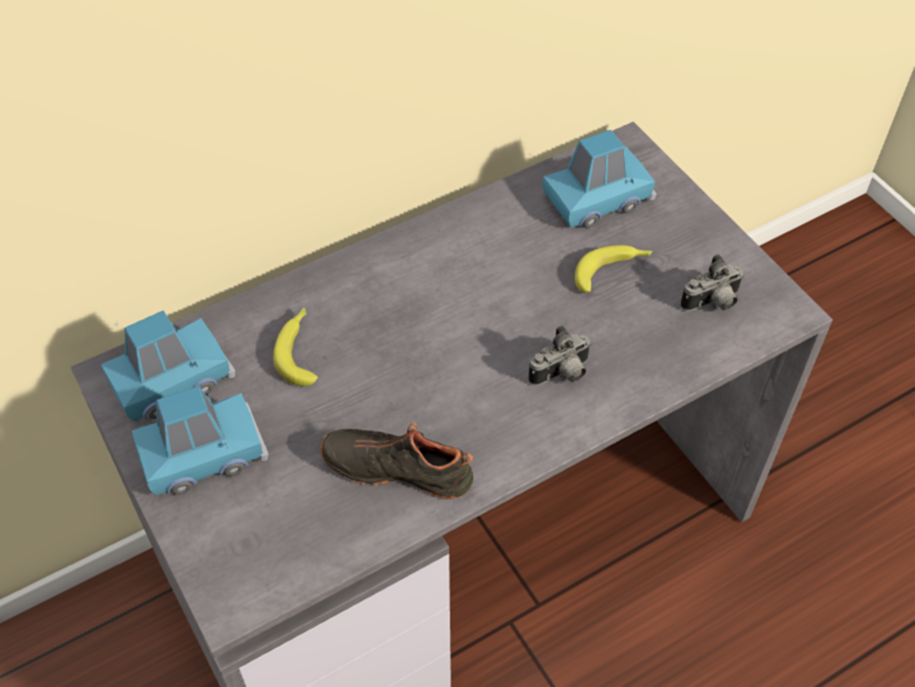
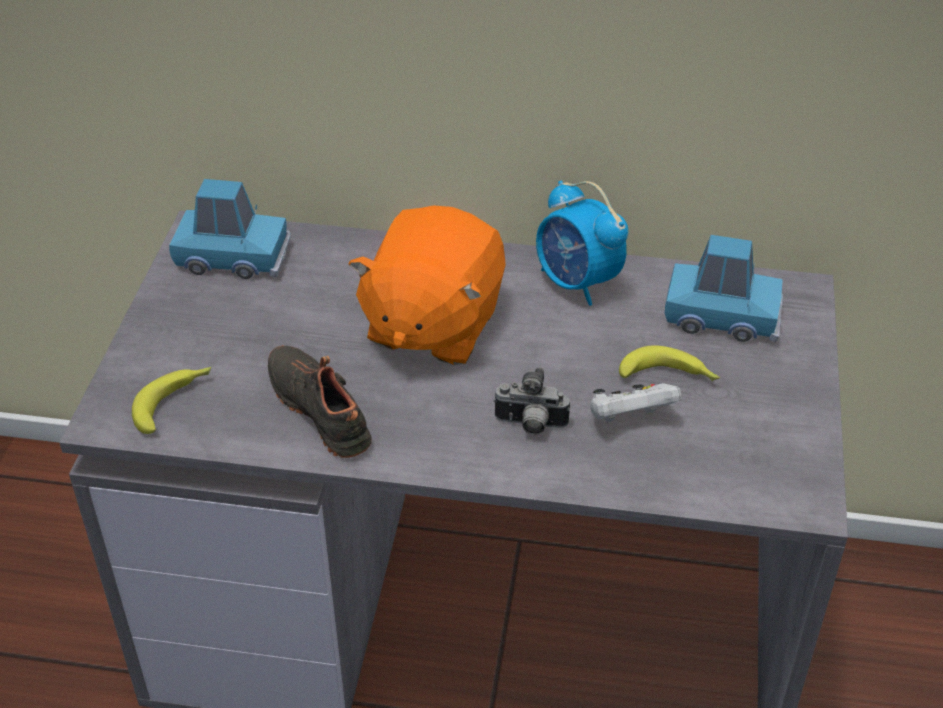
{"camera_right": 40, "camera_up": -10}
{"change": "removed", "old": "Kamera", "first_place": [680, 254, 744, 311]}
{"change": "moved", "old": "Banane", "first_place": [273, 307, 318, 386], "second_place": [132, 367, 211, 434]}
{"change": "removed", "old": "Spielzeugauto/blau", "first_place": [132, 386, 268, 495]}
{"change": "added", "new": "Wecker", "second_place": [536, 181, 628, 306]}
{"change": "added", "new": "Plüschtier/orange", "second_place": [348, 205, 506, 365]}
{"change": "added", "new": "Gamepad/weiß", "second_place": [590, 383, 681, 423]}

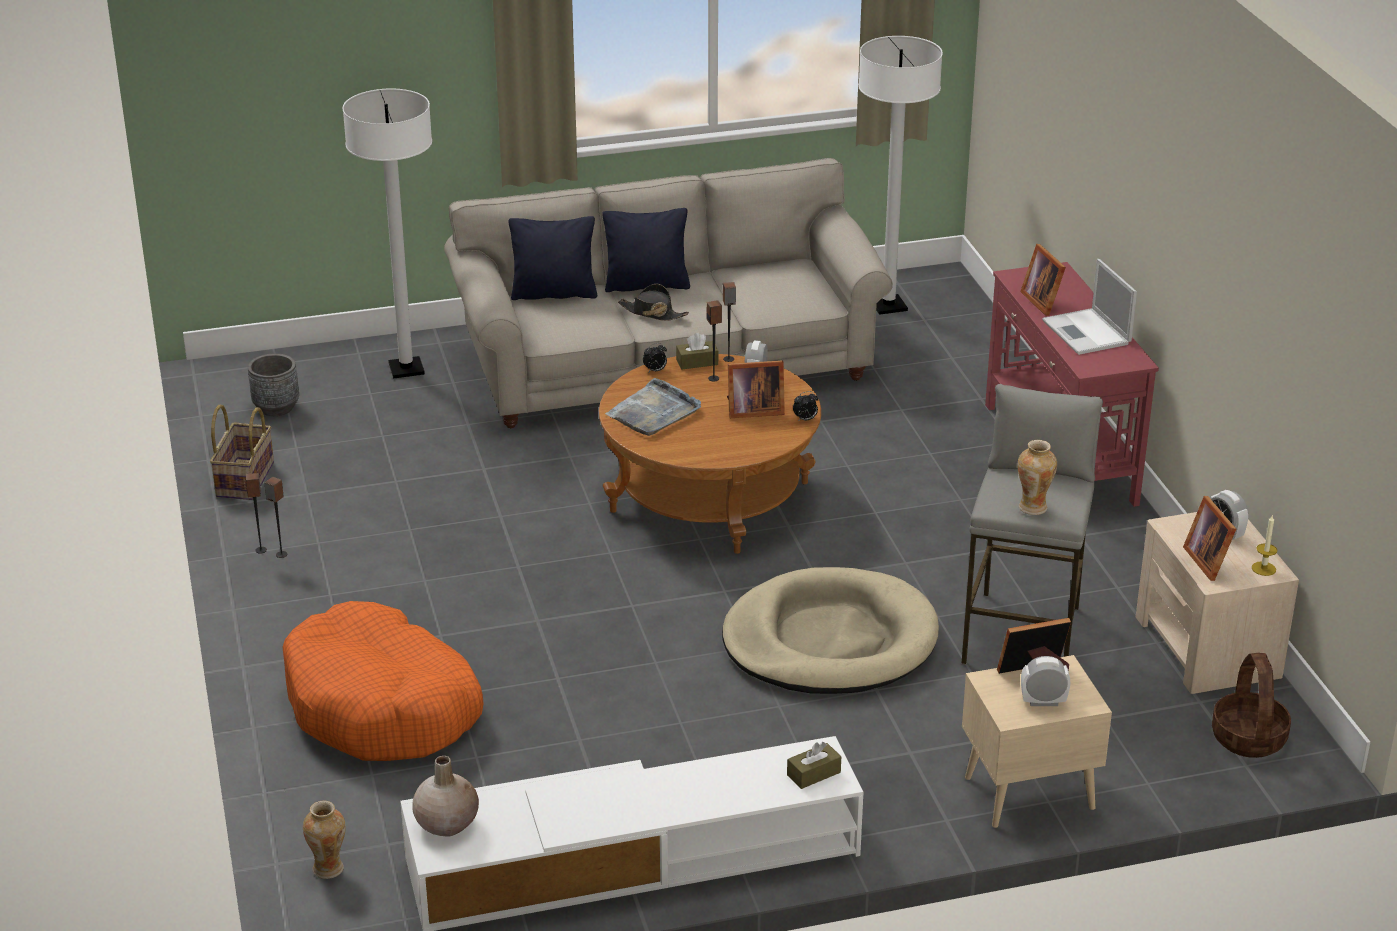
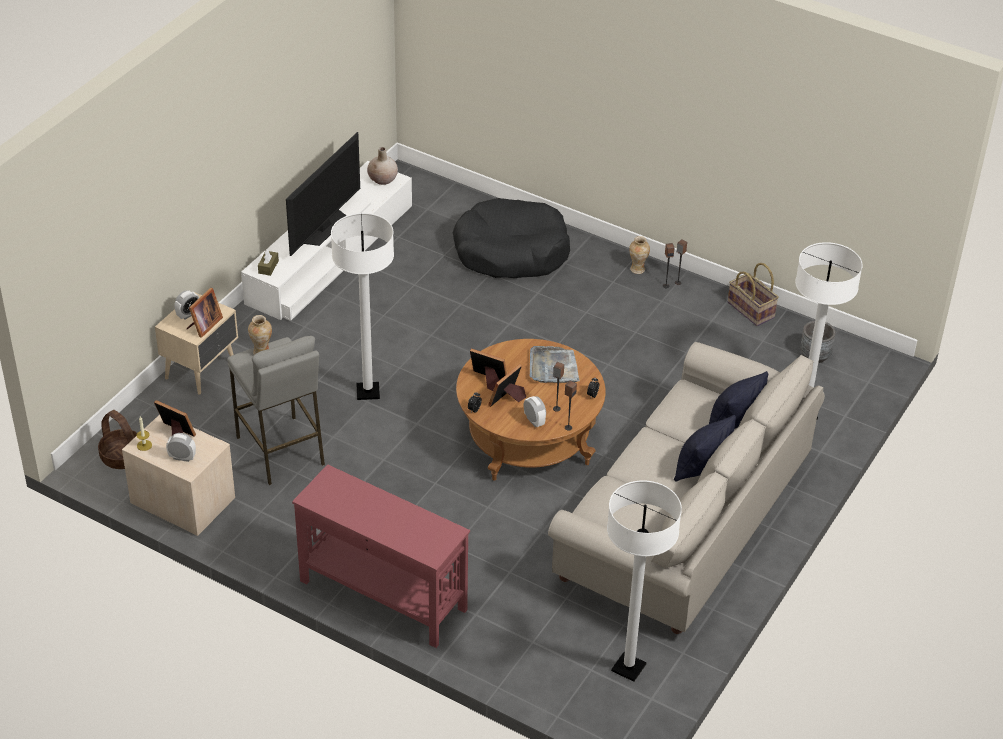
{"camera_right": 135, "camera_up": 10}
{"change": "moved", "old": "Bilderrahmen", "first_place": [1020, 244, 1066, 316], "second_place": [470, 348, 507, 391]}
{"change": "removed", "old": "Laptop", "first_place": [1042, 259, 1137, 355]}
{"change": "removed", "old": "Hut/schwarz", "first_place": [618, 284, 689, 321]}
{"change": "removed", "old": "Taschentuchbox/braun", "first_place": [676, 333, 718, 370]}
{"change": "replaced", "old": "Hundebett/beige", "new": "Stehlampe/weiß", "first_place": [722, 567, 939, 694], "second_place": [331, 213, 394, 400]}
{"change": "recoloured", "old": "Hundebett/orange", "new": "Hundebett/schwarz", "first_place": [283, 601, 484, 761], "second_place": [453, 198, 570, 278]}
{"change": "moved", "old": "Vase", "first_place": [303, 800, 346, 879], "second_place": [629, 236, 650, 274]}
{"change": "added", "new": "Fernseher", "second_place": [286, 132, 360, 256]}

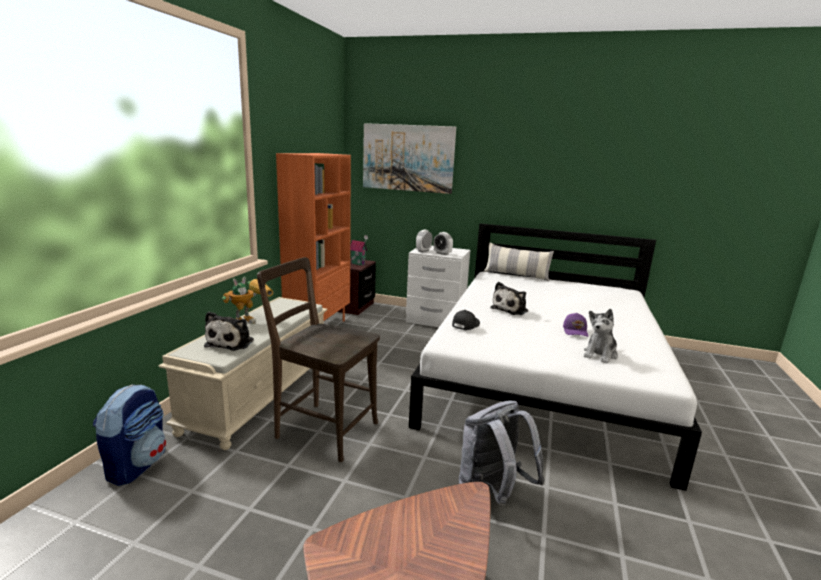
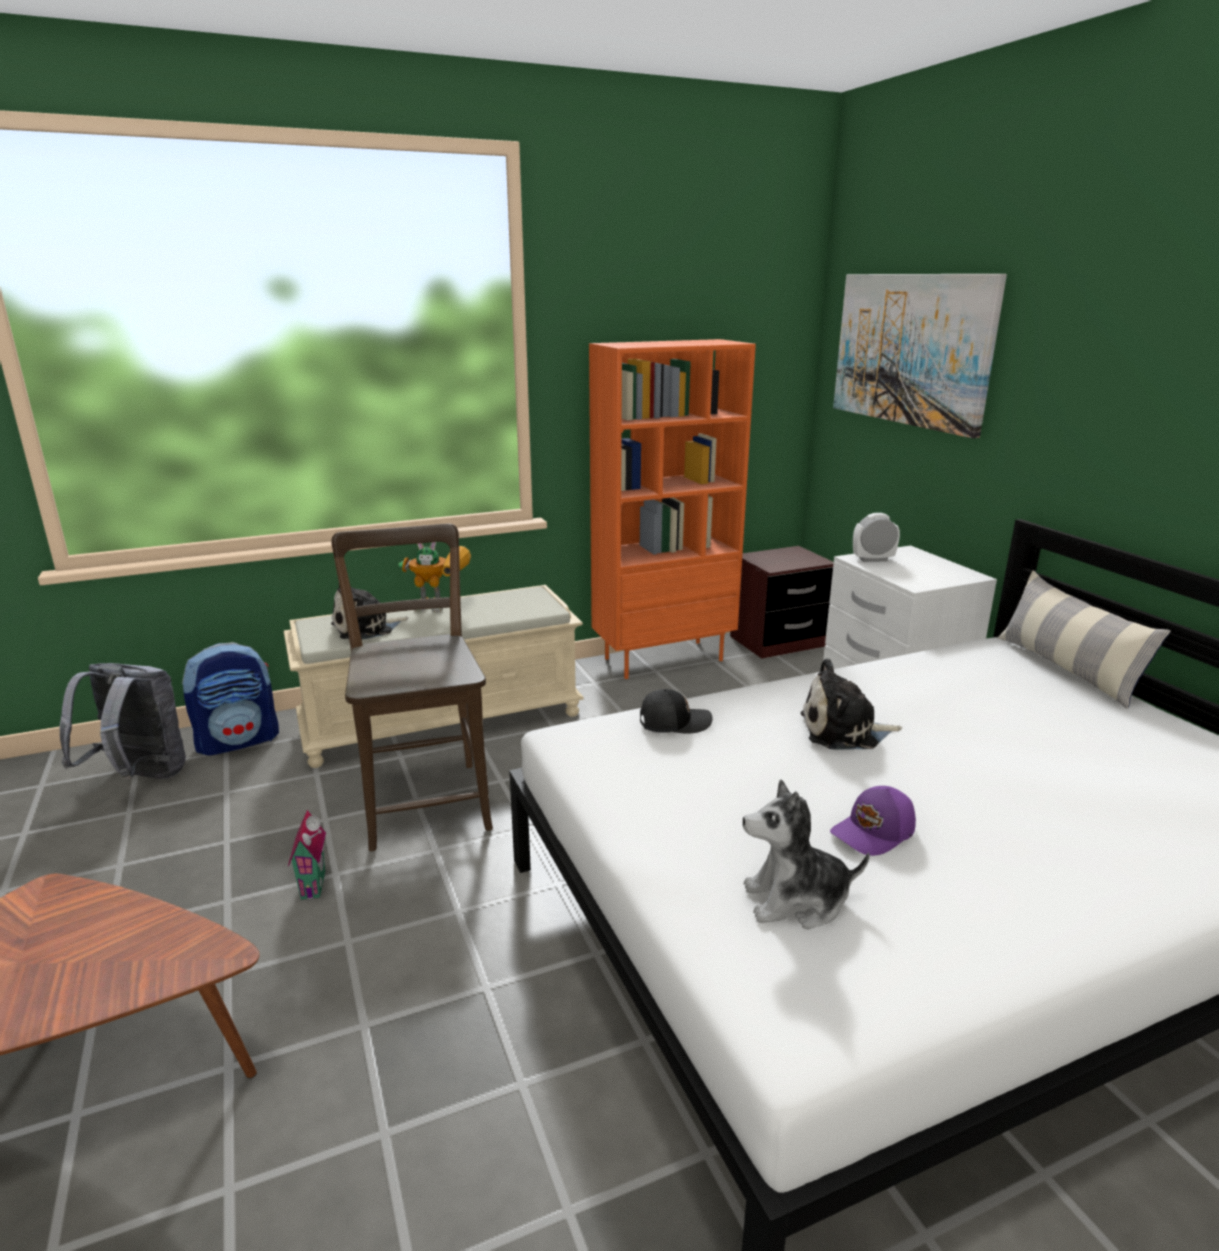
{"camera_right": 50, "camera_up": 5}
{"change": "removed", "old": "Wecker", "first_place": [434, 232, 453, 255]}
{"change": "moved", "old": "Spielzeughaus", "first_place": [350, 235, 368, 266], "second_place": [288, 810, 326, 901]}
{"change": "moved", "old": "Rucksack/grau", "first_place": [459, 401, 545, 506], "second_place": [60, 663, 186, 780]}

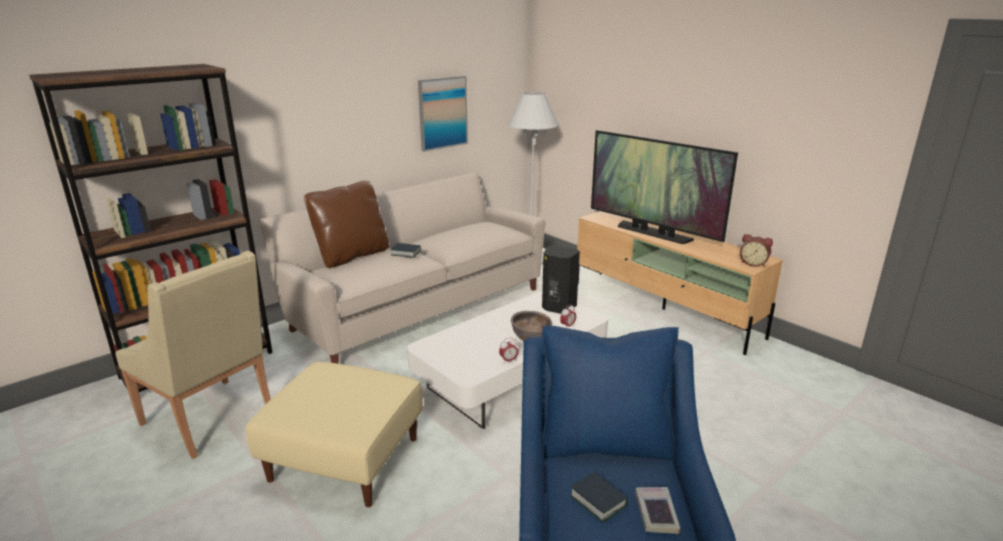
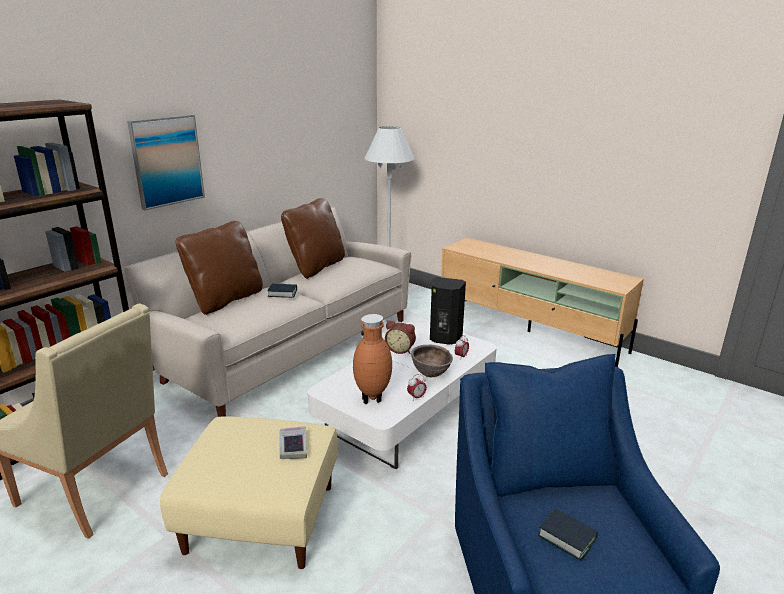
{"camera_right": -10, "camera_up": 0}
{"change": "moved", "old": "Bild", "first_place": [418, 76, 468, 152], "second_place": [127, 115, 205, 210]}
{"change": "removed", "old": "Fernseher", "first_place": [591, 130, 738, 244]}
{"change": "moved", "old": "Wecker", "first_place": [740, 234, 773, 267], "second_place": [385, 321, 416, 354]}
{"change": "moved", "old": "Buch", "first_place": [635, 487, 680, 534], "second_place": [280, 426, 307, 459]}
{"change": "added", "new": "Kissen/braun", "second_place": [281, 198, 345, 279]}
{"change": "added", "new": "Vase/braun", "second_place": [353, 314, 392, 404]}

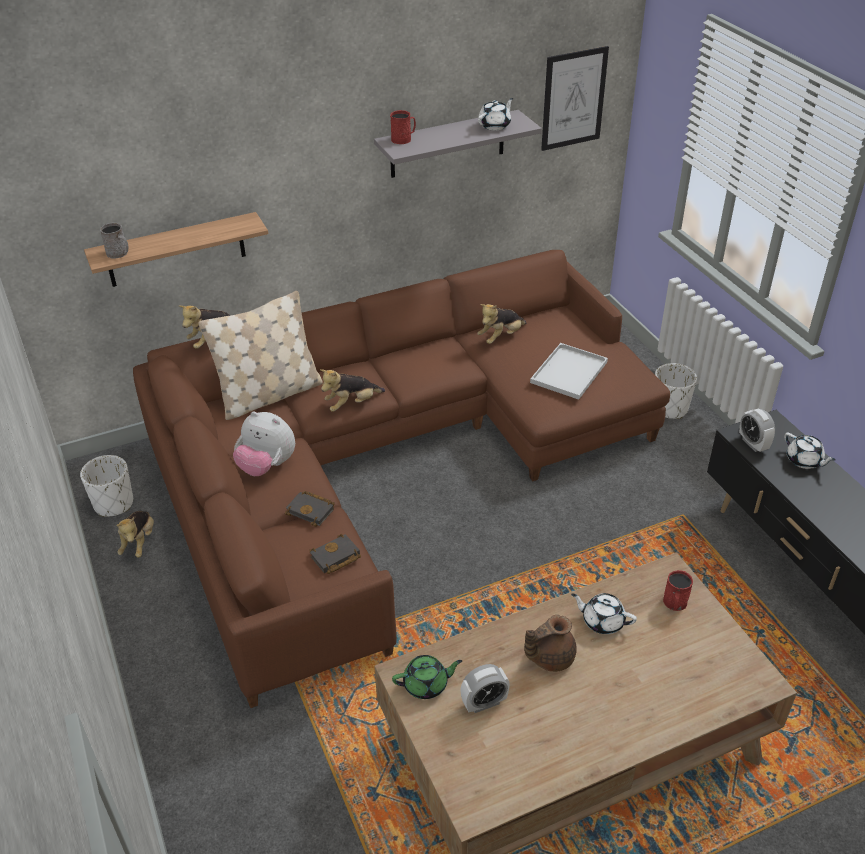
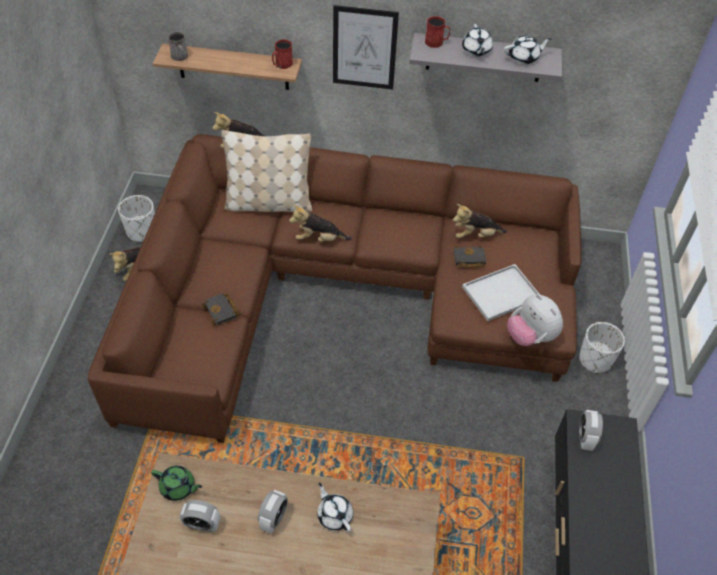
{"camera_right": 30, "camera_up": 10}
{"change": "moved", "old": "Bild", "first_place": [541, 46, 609, 151], "second_place": [333, 5, 399, 89]}
{"change": "moved", "old": "Plüschtier", "first_place": [233, 411, 295, 476], "second_place": [507, 294, 563, 346]}
{"change": "moved", "old": "Teekanne/weiß", "first_place": [784, 432, 835, 469], "second_place": [462, 24, 493, 57]}
{"change": "moved", "old": "Buch/schwarz", "first_place": [309, 534, 361, 574], "second_place": [453, 246, 486, 268]}
{"change": "moved", "old": "Henkelbecher/rot", "first_place": [663, 570, 693, 611], "second_place": [272, 39, 293, 69]}
{"change": "replaced", "old": "Teekanne/braun", "new": "Wecker", "first_place": [524, 615, 577, 672], "second_place": [258, 490, 288, 534]}

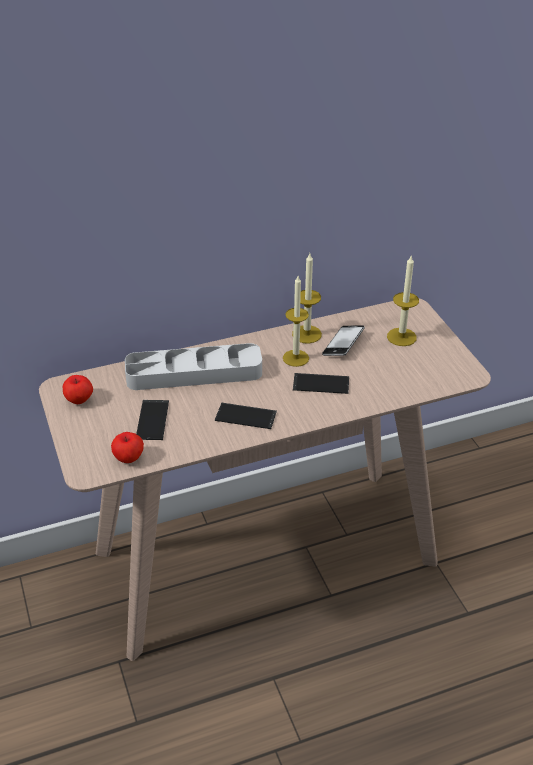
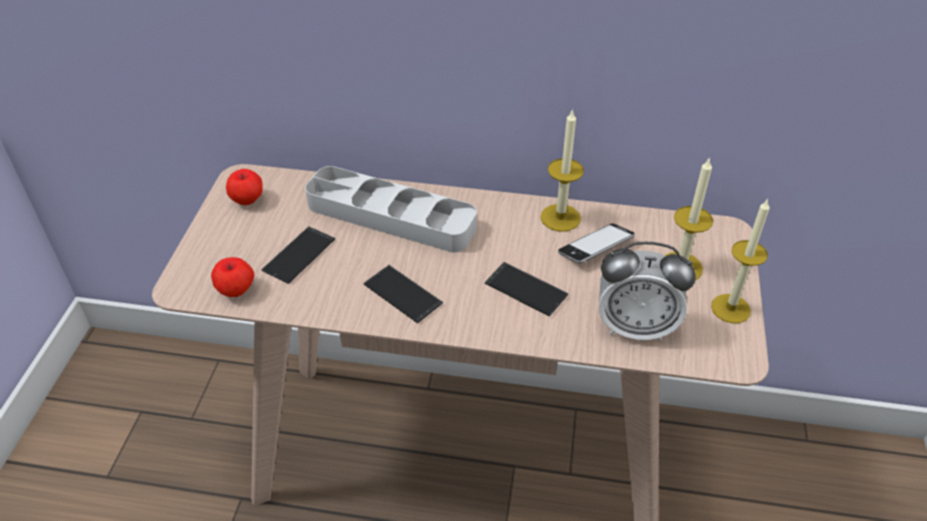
{"camera_right": 30, "camera_up": 5}
{"change": "moved", "old": "Kerze", "first_place": [283, 276, 309, 367], "second_place": [711, 199, 770, 323]}
{"change": "added", "new": "Wecker", "second_place": [599, 242, 696, 341]}

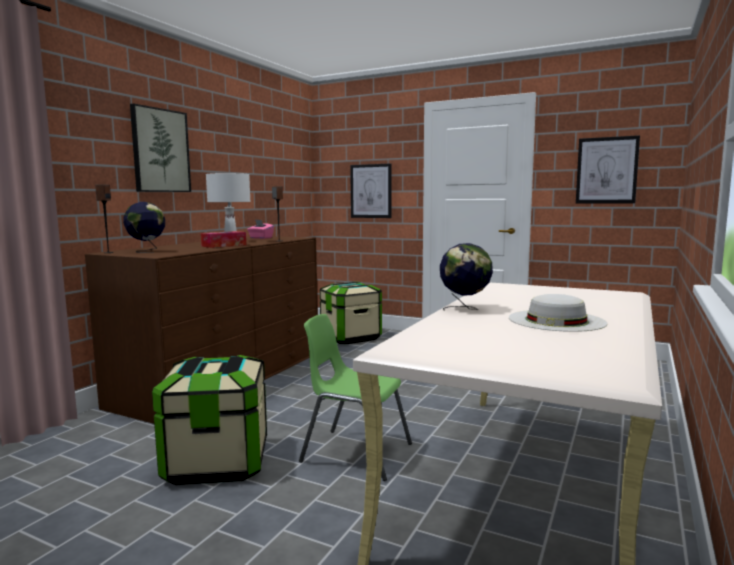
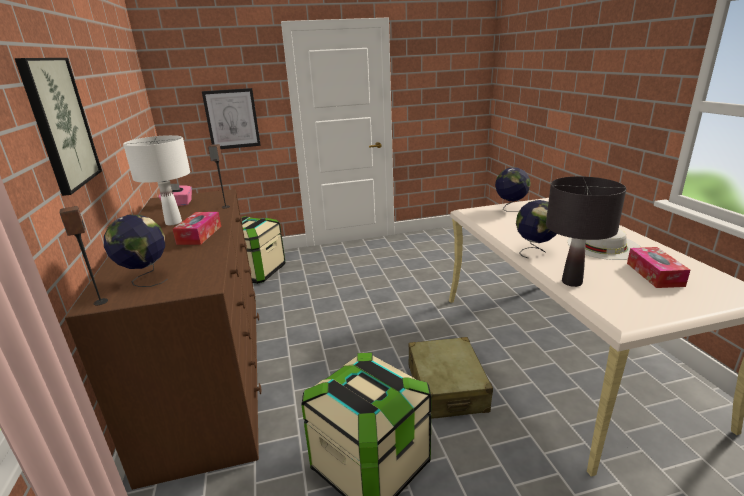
{"camera_right": -40, "camera_up": 15}
{"change": "removed", "old": "Bild", "first_place": [576, 135, 640, 203]}
{"change": "replaced", "old": "Stuhl/grün", "new": "Koffer/beige", "first_place": [299, 314, 412, 481], "second_place": [408, 337, 493, 419]}
{"change": "added", "new": "Globus", "second_place": [495, 167, 531, 212]}
{"change": "added", "new": "Tischlampe/schwarz", "second_place": [546, 176, 626, 287]}
{"change": "added", "new": "Taschentuchbox", "second_place": [627, 247, 690, 288]}

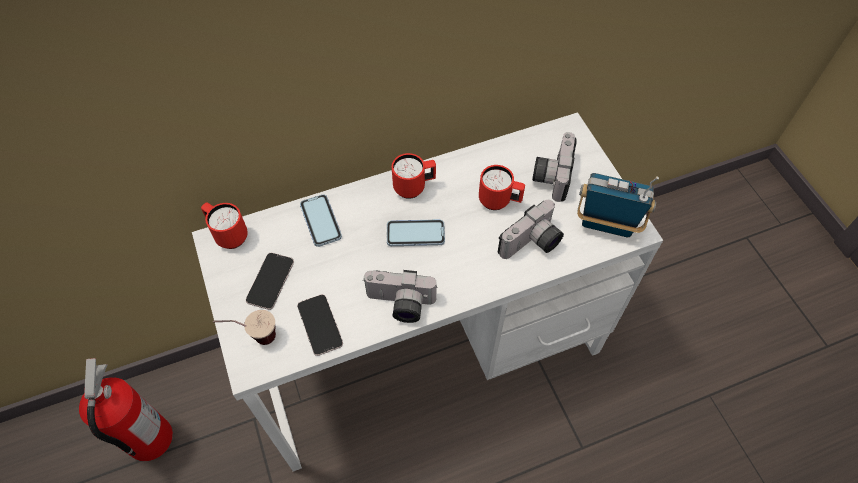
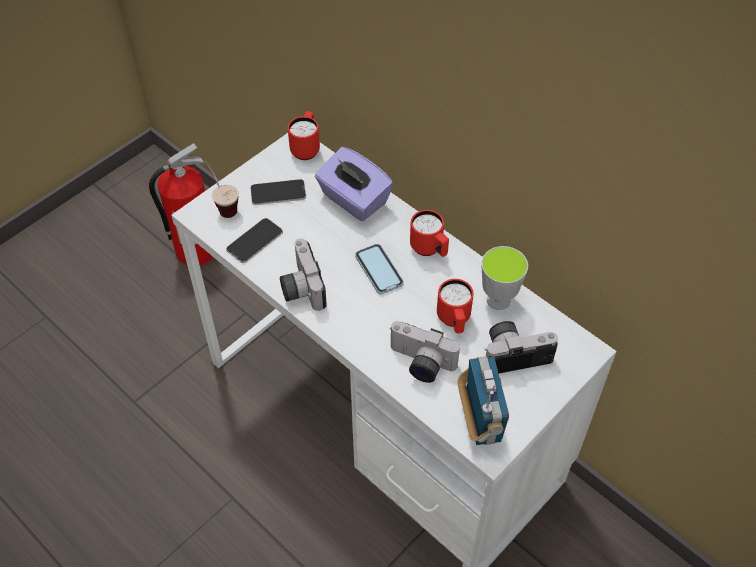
{"camera_right": 65, "camera_up": -5}
{"change": "replaced", "old": "Handy", "new": "Taschentuchbox/lila", "first_place": [300, 194, 342, 247], "second_place": [315, 147, 393, 221]}
{"change": "added", "new": "Tasse", "second_place": [481, 246, 528, 310]}

